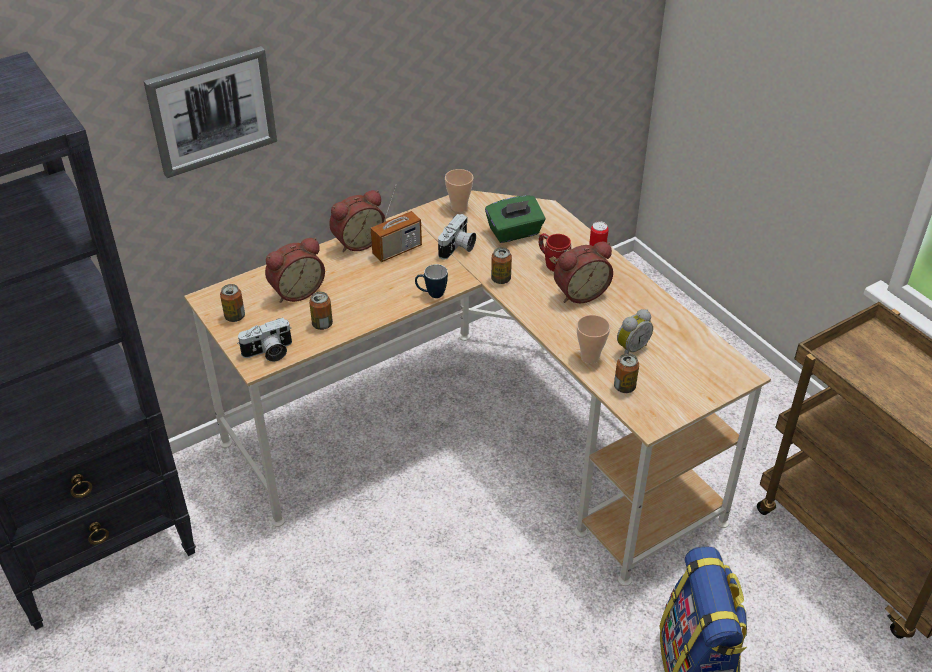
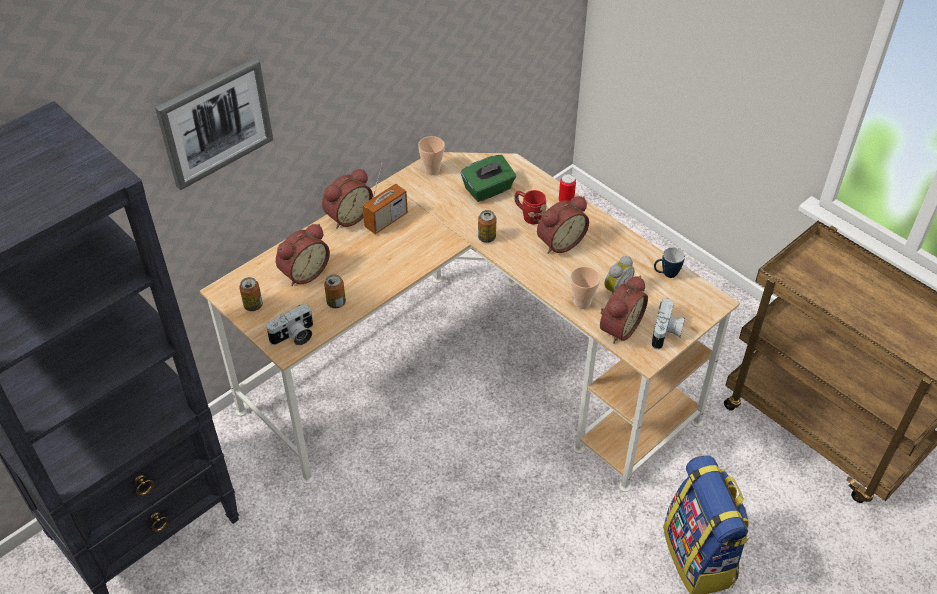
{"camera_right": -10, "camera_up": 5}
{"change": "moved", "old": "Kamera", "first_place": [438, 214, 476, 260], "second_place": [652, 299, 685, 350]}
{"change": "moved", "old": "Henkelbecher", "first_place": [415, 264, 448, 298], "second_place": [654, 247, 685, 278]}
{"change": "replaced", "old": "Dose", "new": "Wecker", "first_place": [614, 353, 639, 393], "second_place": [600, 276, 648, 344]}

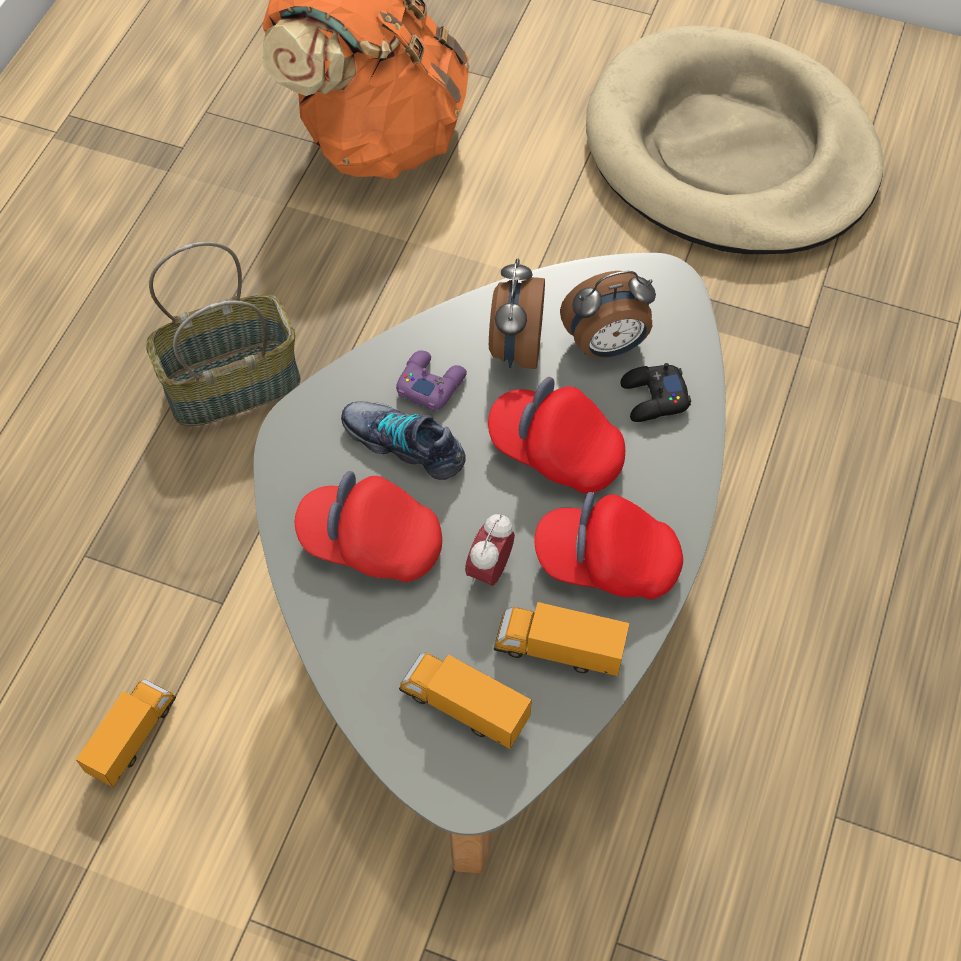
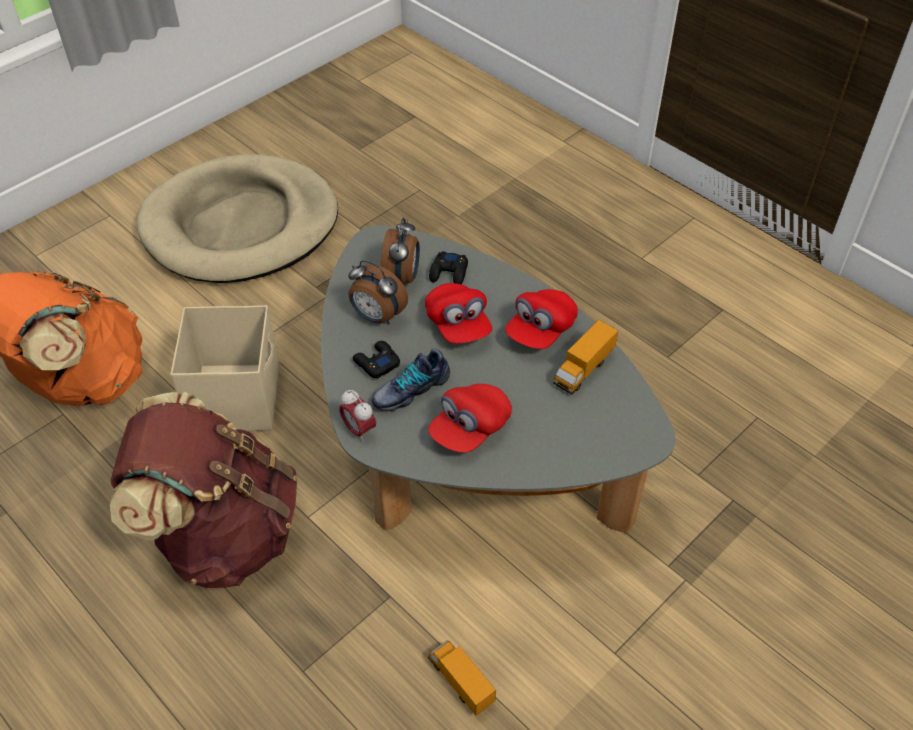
{"camera_right": -65, "camera_up": -10}
{"change": "replaced", "old": "Korb", "new": "Rucksack/braun", "first_place": [146, 242, 301, 427], "second_place": [110, 392, 297, 588]}
{"change": "recoloured", "old": "Gamepad/lila", "new": "Gamepad/schwarz", "first_place": [396, 350, 467, 411], "second_place": [353, 341, 400, 378]}
{"change": "turned", "old": "Kappe/rot", "first_place": [488, 377, 625, 493], "second_place": [425, 283, 492, 344], "degrees": -75}
{"change": "moved", "old": "Wecker", "first_place": [465, 514, 515, 586], "second_place": [339, 390, 376, 442]}
{"change": "removed", "old": "Spielzeuglaster", "first_place": [399, 653, 532, 749]}
{"change": "added", "new": "Aufbewahrungsbox/beige", "second_place": [170, 305, 280, 431]}

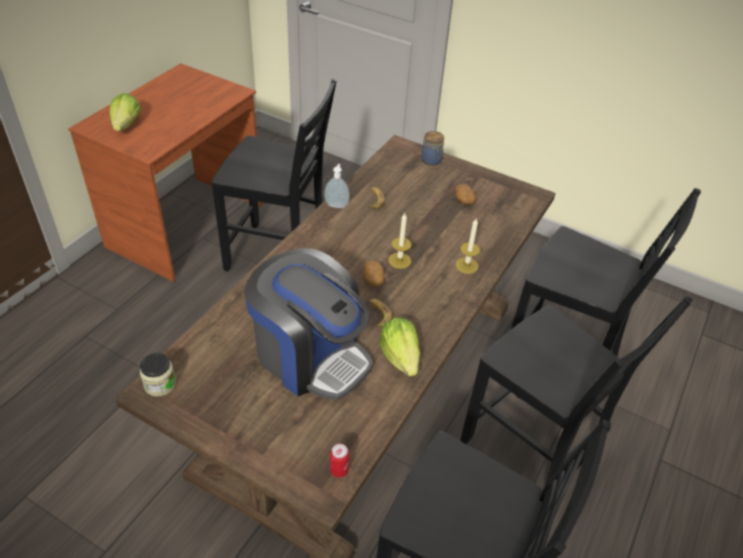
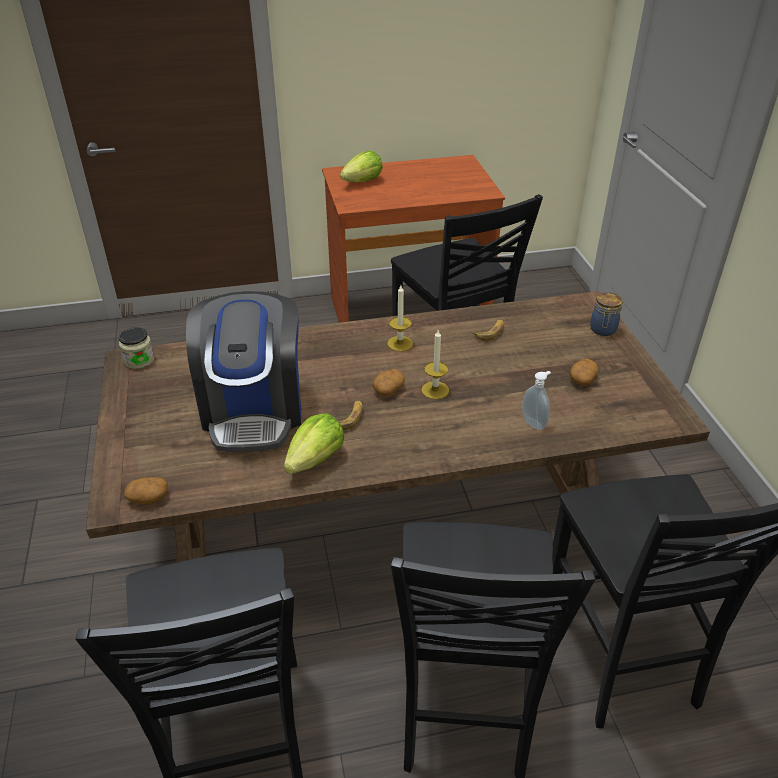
{"camera_right": 50, "camera_up": -5}
{"change": "moved", "old": "Seifenspender", "first_place": [324, 164, 350, 208], "second_place": [522, 371, 551, 430]}
{"change": "moved", "old": "Kerze", "first_place": [456, 219, 480, 274], "second_place": [387, 285, 413, 352]}
{"change": "replaced", "old": "Dose", "new": "Kartoffel", "first_place": [330, 444, 349, 478], "second_place": [124, 477, 168, 505]}

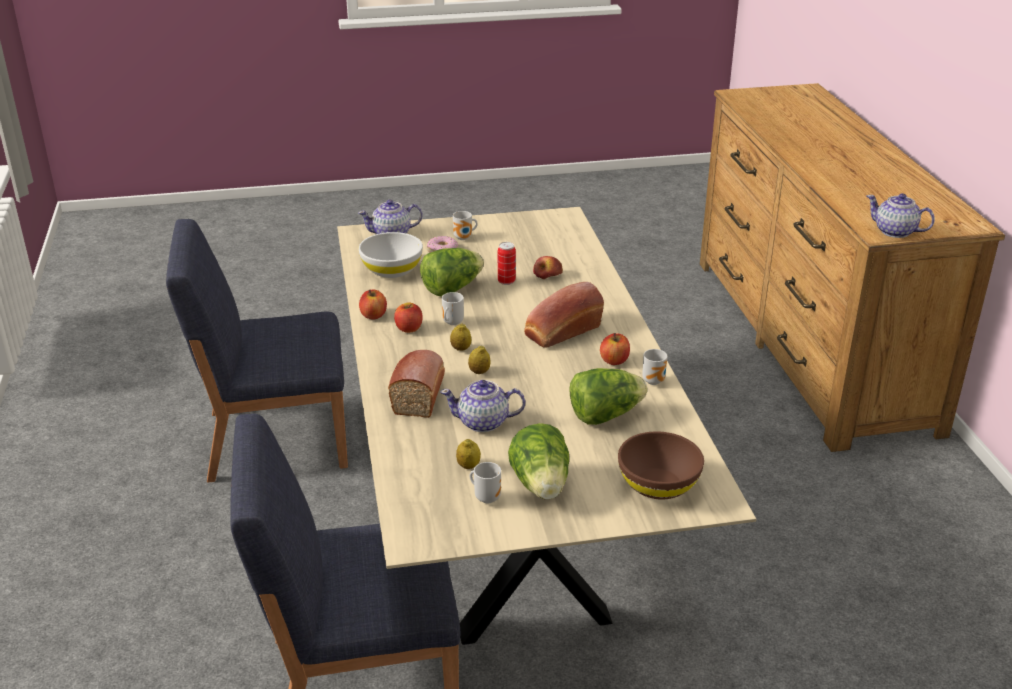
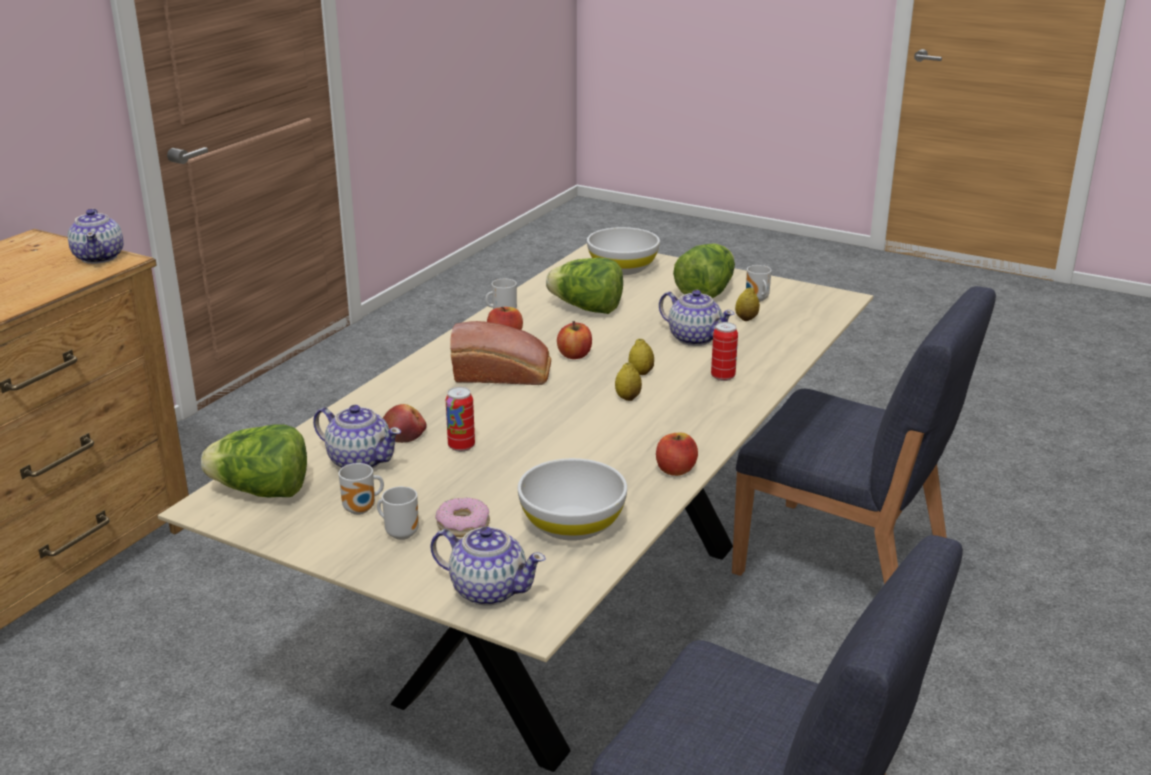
{"camera_right": -140, "camera_up": -5}
{"change": "moved", "old": "Salatkopf", "first_place": [420, 248, 484, 297], "second_place": [201, 424, 307, 497]}
{"change": "moved", "old": "Henkelbecher", "first_place": [442, 292, 464, 325], "second_place": [339, 463, 384, 515]}
{"change": "moved", "old": "Apfel", "first_place": [394, 302, 423, 333], "second_place": [557, 321, 592, 359]}
{"change": "replaced", "old": "Brot", "new": "Dose", "first_place": [388, 350, 445, 418], "second_place": [711, 322, 738, 381]}
{"change": "recoloured", "old": "Schüssel/braun", "new": "Schüssel/weiß", "first_place": [618, 431, 704, 500], "second_place": [587, 227, 660, 275]}
{"change": "added", "new": "Teekanne", "second_place": [313, 405, 401, 468]}

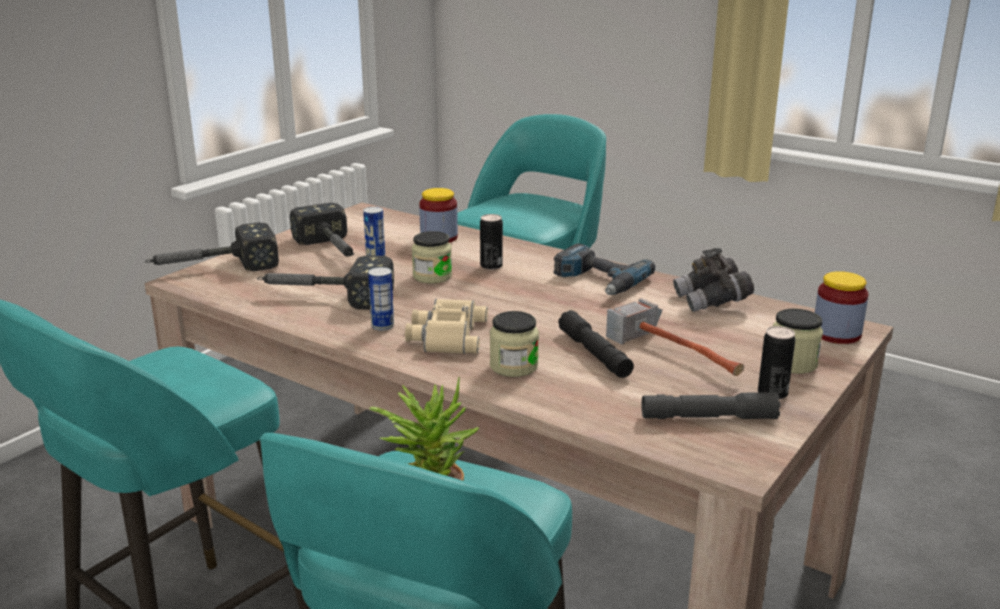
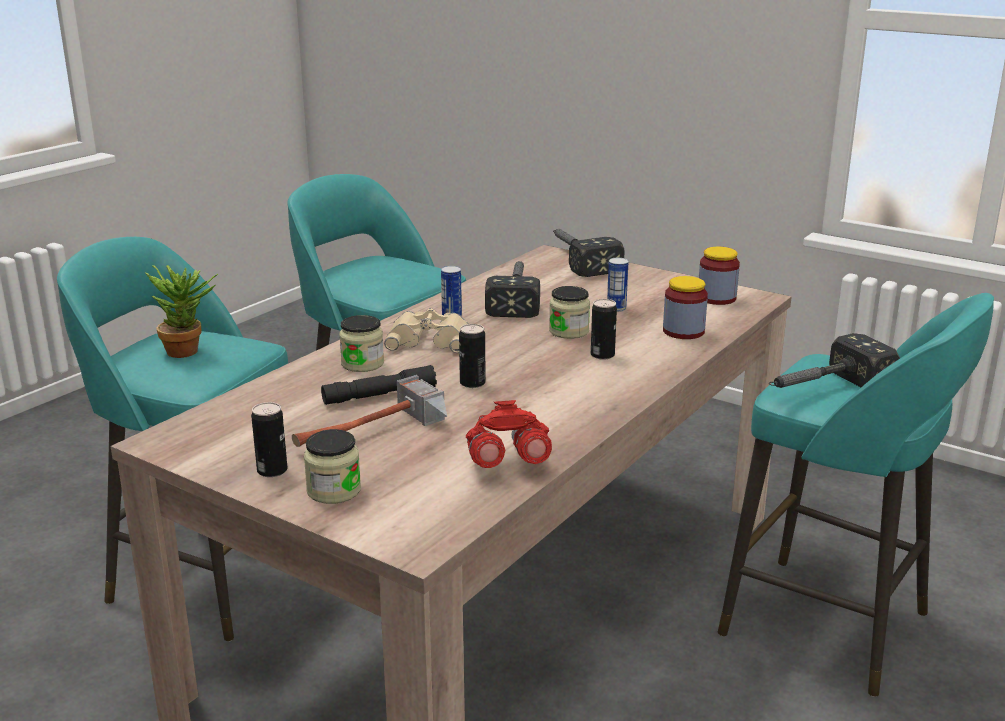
{"camera_right": 90, "camera_up": 0}
{"change": "moved", "old": "Hammer", "first_place": [290, 203, 354, 256], "second_place": [769, 333, 900, 388]}
{"change": "removed", "old": "Bohrmaschine", "first_place": [553, 244, 655, 295]}
{"change": "recoloured", "old": "Fernglas/grau", "new": "Fernglas/rot", "first_place": [673, 248, 754, 312], "second_place": [466, 400, 552, 468]}
{"change": "moved", "old": "Vorratsglas", "first_place": [815, 271, 868, 344], "second_place": [699, 247, 740, 305]}
{"change": "removed", "old": "Taschenlampe/grau", "first_place": [641, 392, 781, 419]}
{"change": "added", "new": "Dose", "second_place": [459, 324, 486, 388]}

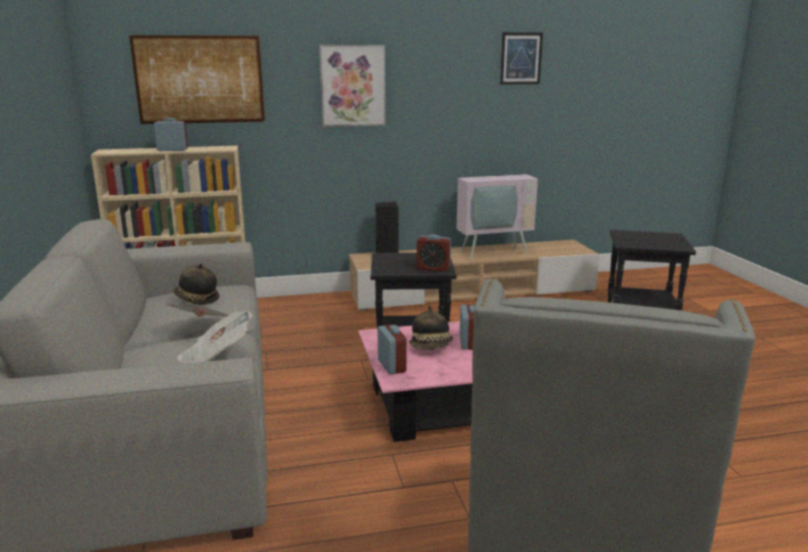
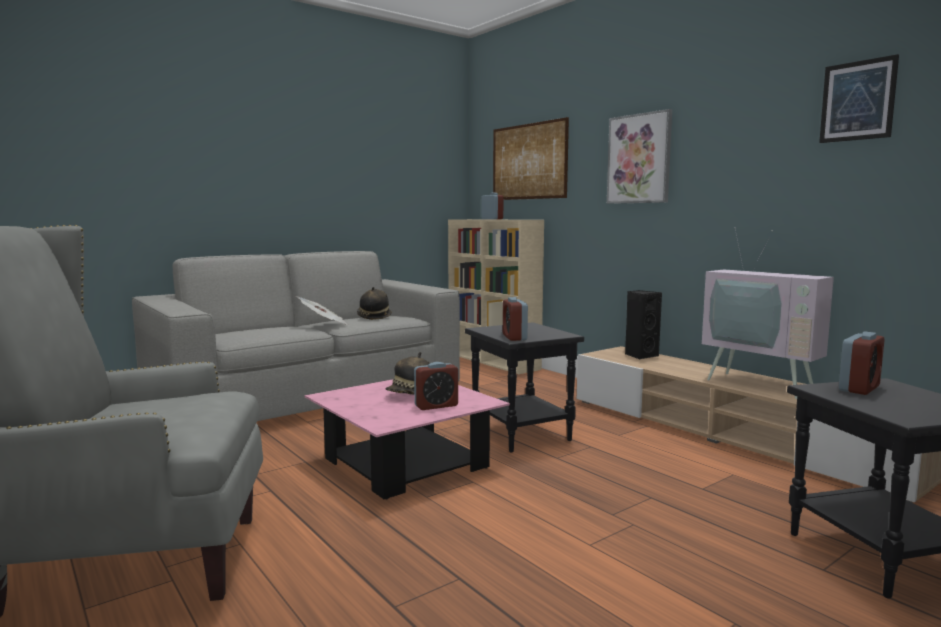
{"camera_right": 65, "camera_up": -10}
{"change": "removed", "old": "Zeitung", "first_place": [177, 311, 253, 364]}
{"change": "moved", "old": "Wecker", "first_place": [378, 324, 406, 375], "second_place": [839, 332, 885, 395]}

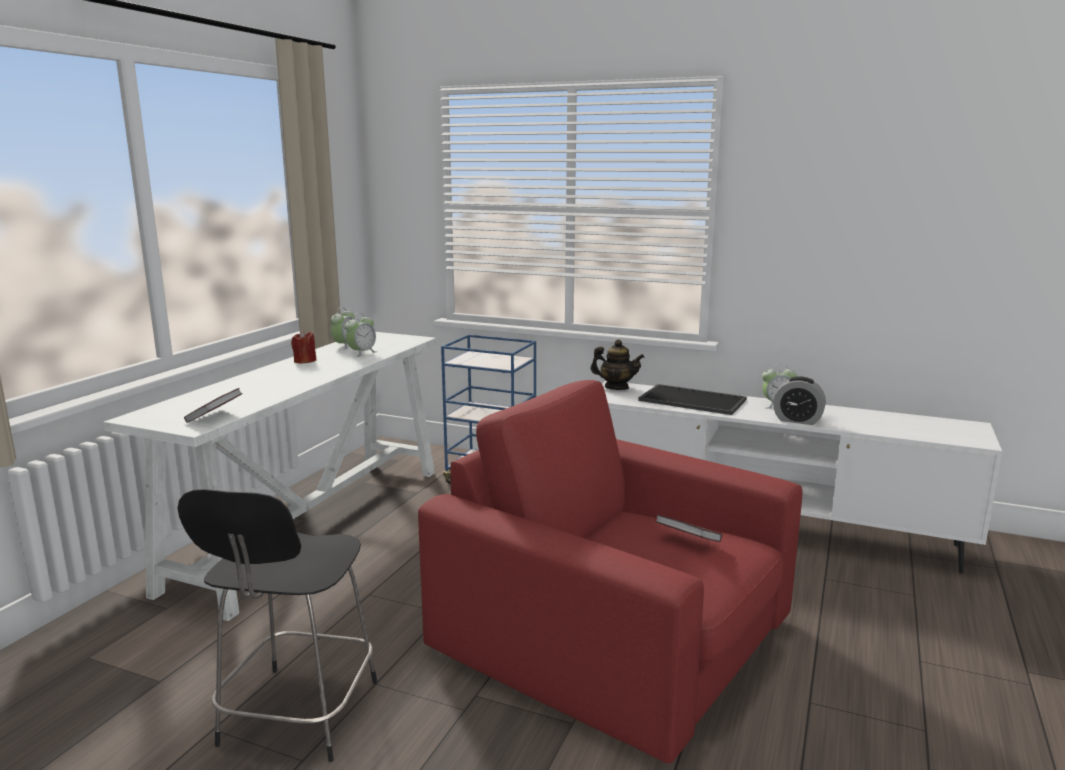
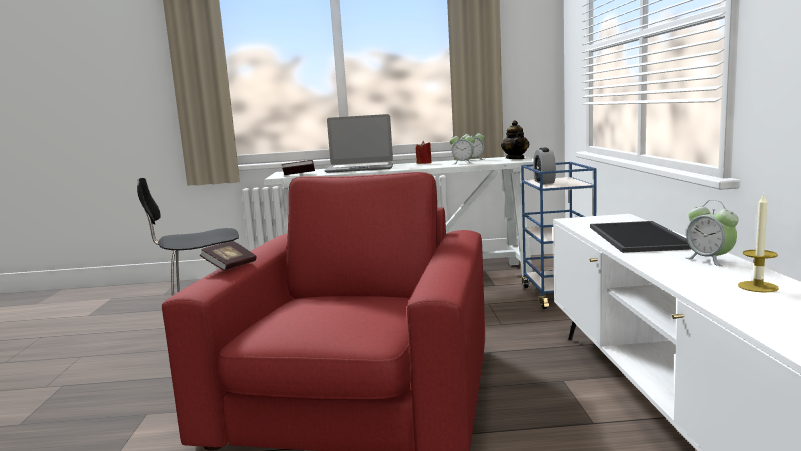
{"camera_right": 65, "camera_up": -5}
{"change": "moved", "old": "Teekanne", "first_place": [590, 339, 644, 390], "second_place": [501, 120, 529, 159]}
{"change": "moved", "old": "Wecker", "first_place": [773, 376, 826, 425], "second_place": [533, 147, 556, 184]}
{"change": "moved", "old": "Buch", "first_place": [655, 515, 722, 542], "second_place": [200, 241, 257, 271]}
{"change": "added", "new": "Laptop", "second_place": [324, 114, 393, 173]}
{"change": "added", "new": "Kerze", "second_place": [738, 193, 779, 292]}

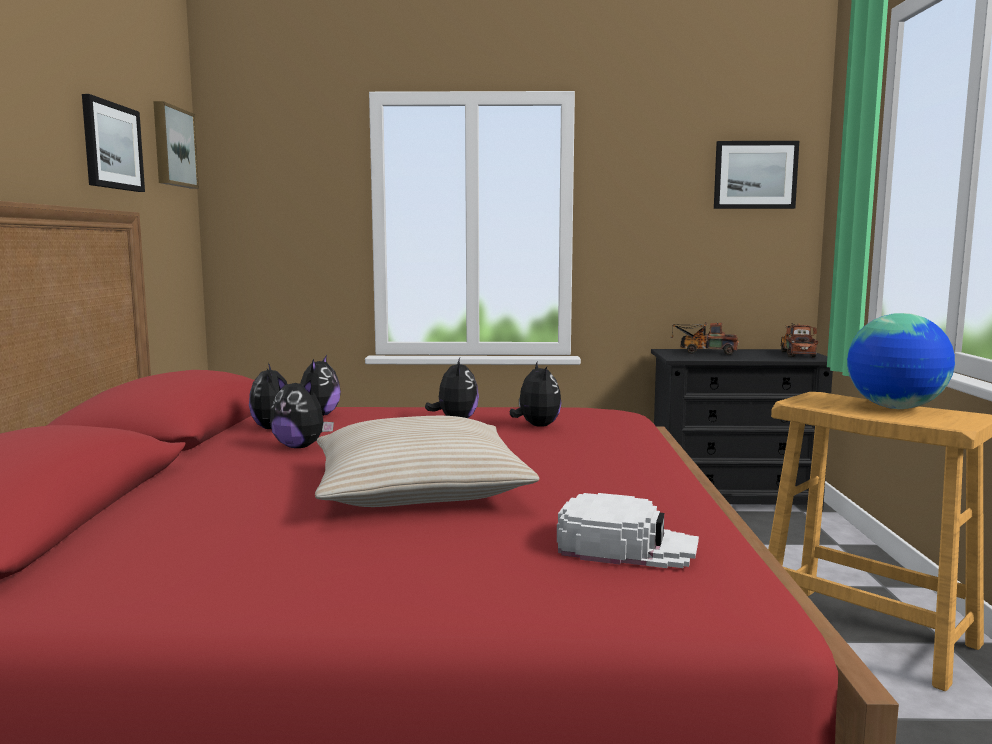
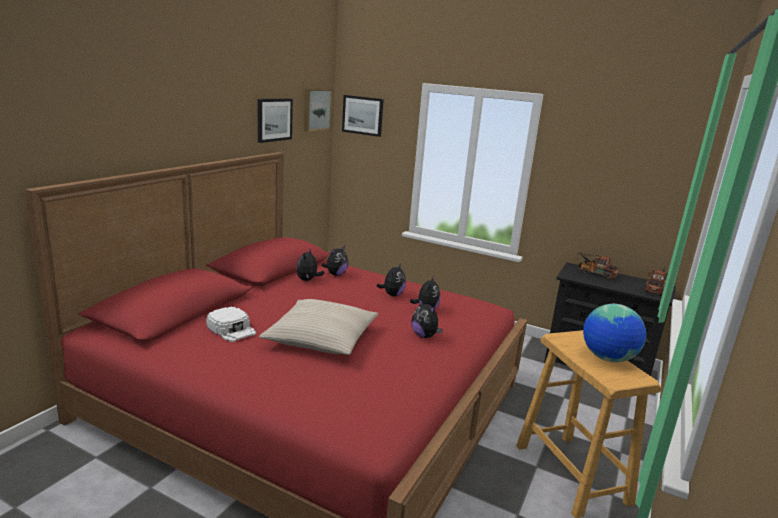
{"camera_right": 25, "camera_up": 10}
{"change": "moved", "old": "Bild", "first_place": [714, 141, 799, 209], "second_place": [342, 95, 384, 137]}
{"change": "moved", "old": "Plüschtier", "first_place": [270, 376, 334, 448], "second_place": [411, 299, 443, 338]}
{"change": "moved", "old": "Kappe/weiß", "first_place": [557, 493, 699, 568], "second_place": [206, 307, 256, 342]}

